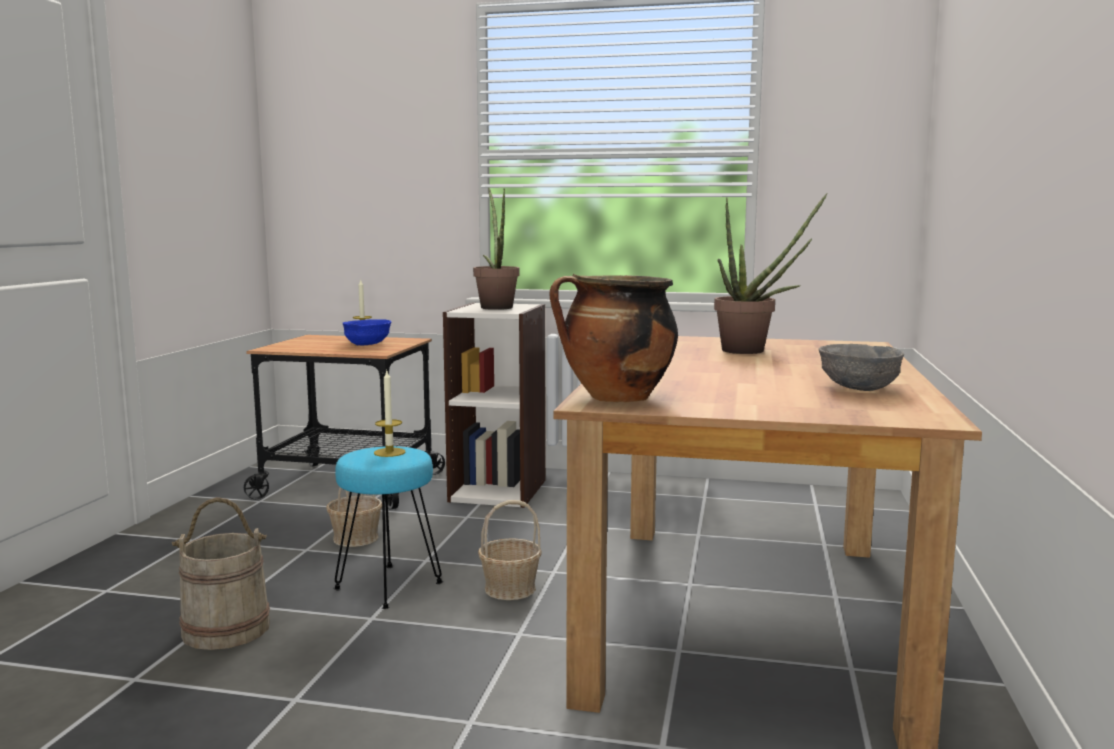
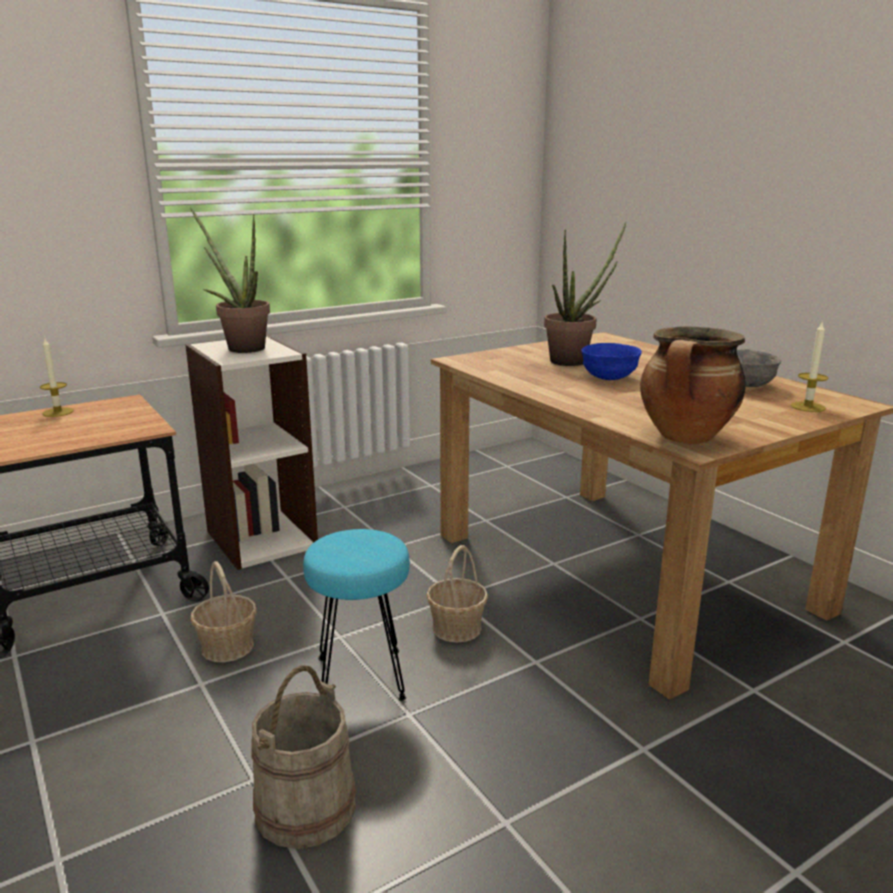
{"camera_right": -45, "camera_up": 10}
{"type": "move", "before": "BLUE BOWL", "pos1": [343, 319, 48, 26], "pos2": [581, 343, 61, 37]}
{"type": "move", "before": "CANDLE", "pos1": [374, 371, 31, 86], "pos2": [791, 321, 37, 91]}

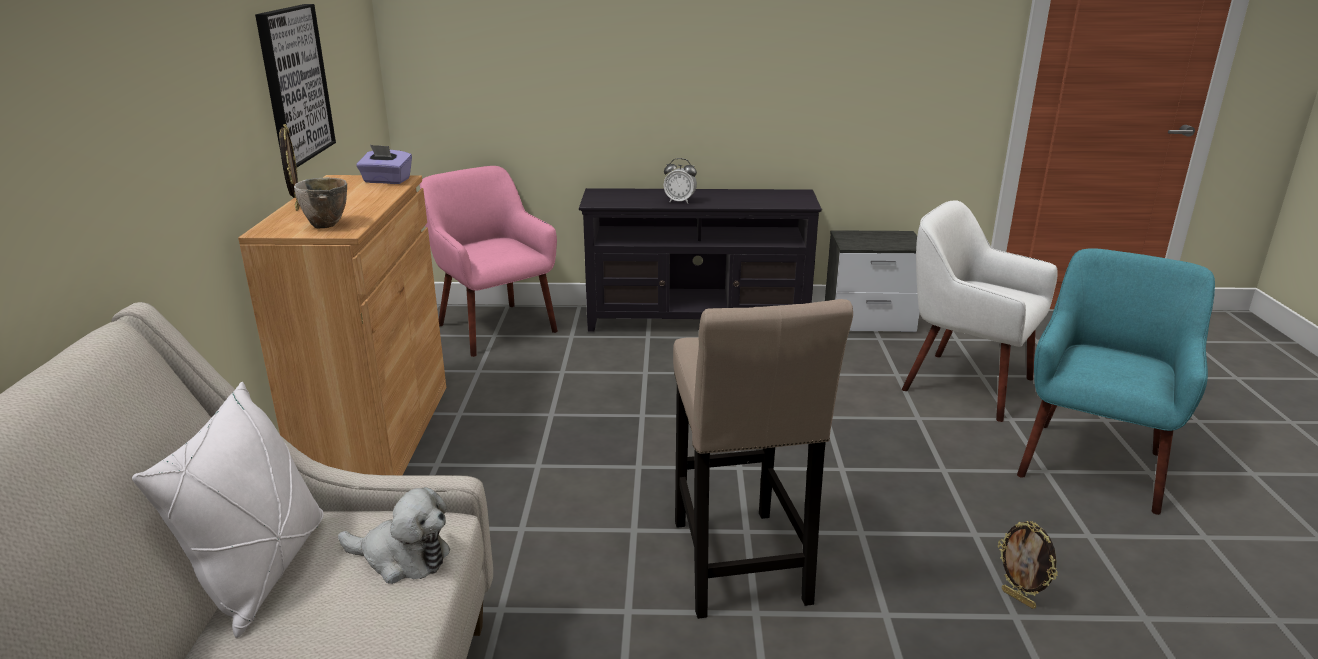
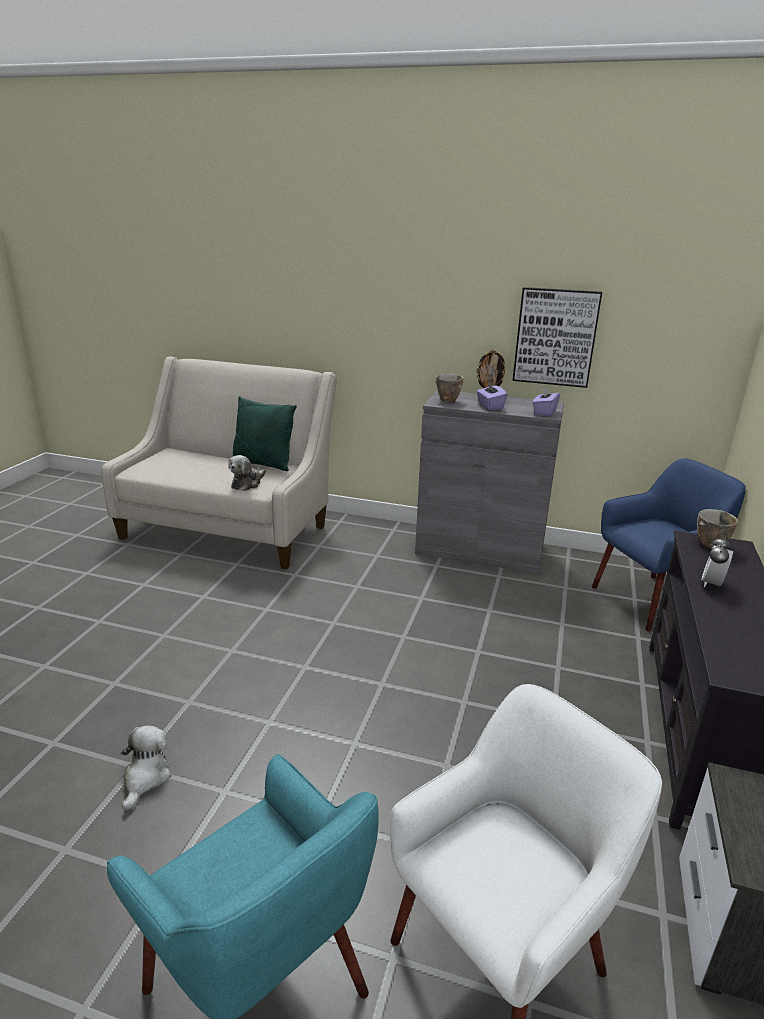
{"camera_right": 105, "camera_up": 0}
{"type": "replace", "before": "PICTURE FRAME", "after": "PLUSH TOY", "pos1": [998, 521, 60, 88], "pos2": [121, 725, 50, 86]}
{"type": "recolor", "before": "WHITE PILLOW", "after": "GREEN PILLOW", "pos1": [132, 382, 191, 256], "pos2": [232, 396, 65, 75]}
{"type": "recolor", "before": "BROWN CABINET", "after": "GREY CABINET", "pos1": [238, 175, 208, 300], "pos2": [415, 390, 149, 184]}
{"type": "insert", "after": "PURPLE TISSUE BOX", "pos2": [476, 381, 31, 29]}
{"type": "recolor", "before": "PINK ARMCHAIR", "after": "BLUE ARMCHAIR", "pos1": [420, 166, 138, 191], "pos2": [592, 458, 154, 174]}
{"type": "insert", "after": "BOWL", "pos2": [697, 509, 41, 39]}
{"type": "delete", "before": "BEIGE STOOL", "pos1": [673, 299, 180, 320]}

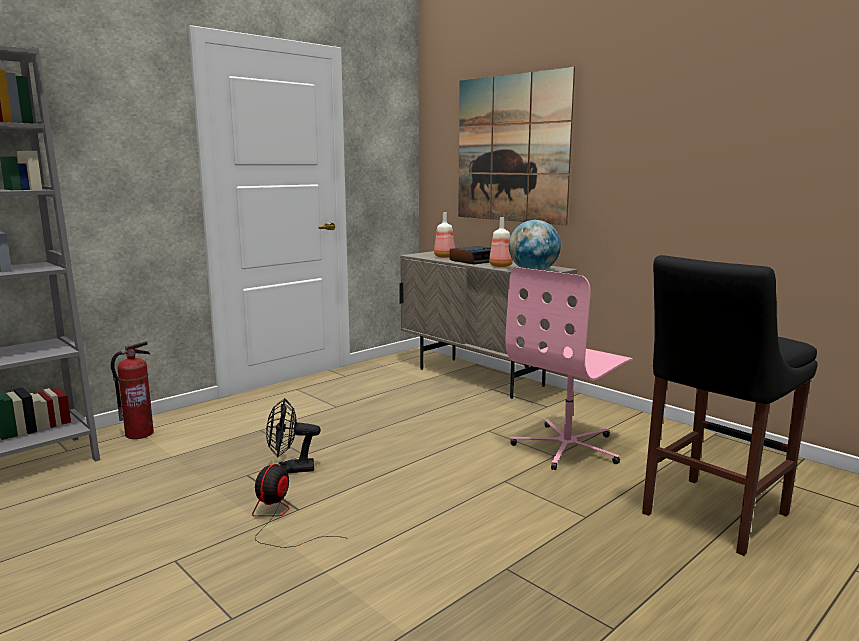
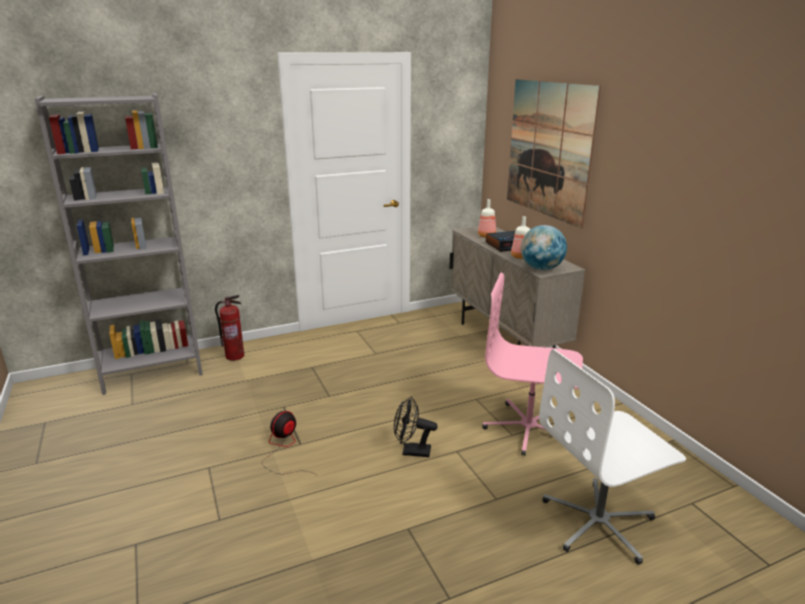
{"camera_right": 20, "camera_up": 10}
{"type": "move", "before": "BLACK FAN", "pos1": [266, 398, 55, 75], "pos2": [394, 397, 44, 60]}
{"type": "rotate", "before": "PINK OFFICE CHAIR", "pos1": [505, 267, 128, 203], "pos2": [482, 273, 101, 183], "turn": 45}
{"type": "replace", "before": "BLACK STOOL", "after": "WHITE OFFICE CHAIR", "pos1": [642, 255, 176, 301], "pos2": [539, 349, 147, 216]}

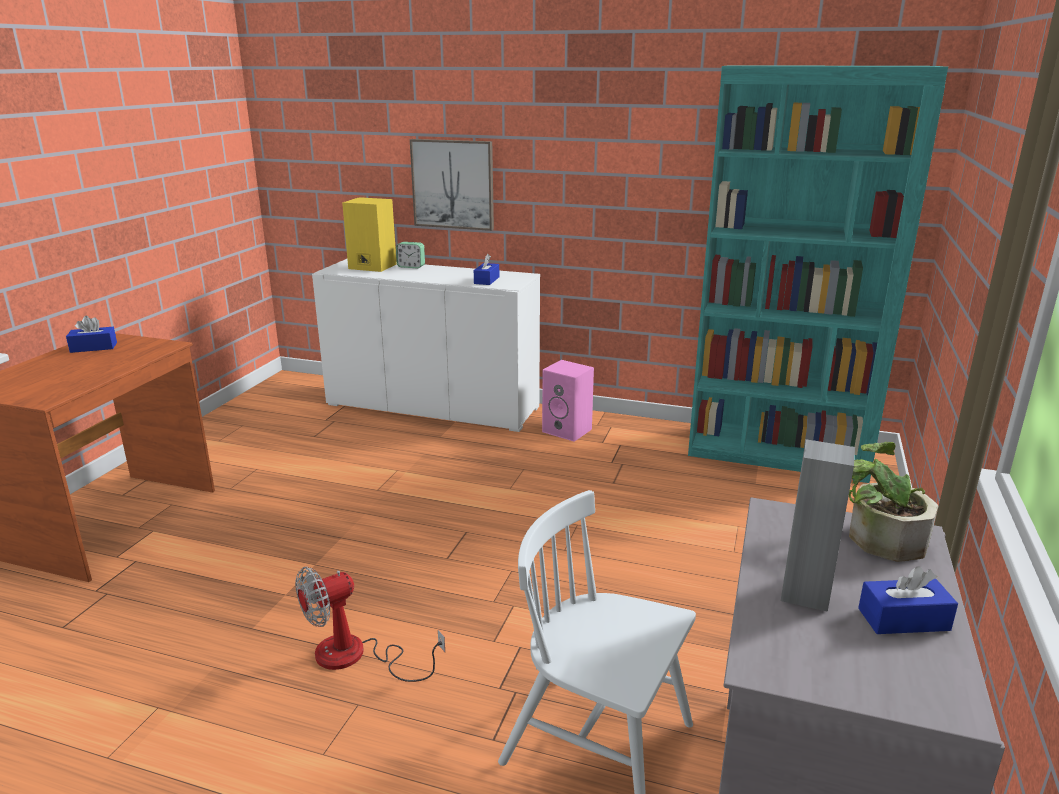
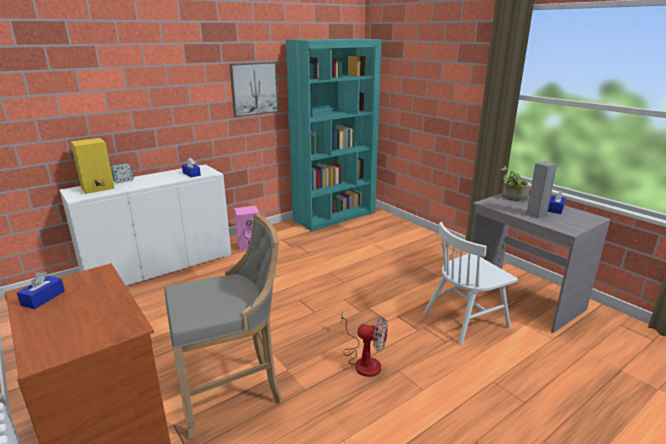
{"camera_right": -55, "camera_up": 0}
{"type": "insert", "after": "GREY STOOL", "pos2": [164, 214, 118, 226]}
{"type": "move", "before": "PICTURE", "pos1": [410, 139, 84, 92], "pos2": [229, 62, 50, 55]}
{"type": "rotate", "before": "FAN", "pos1": [295, 567, 150, 115], "pos2": [341, 311, 47, 66], "turn": -75}

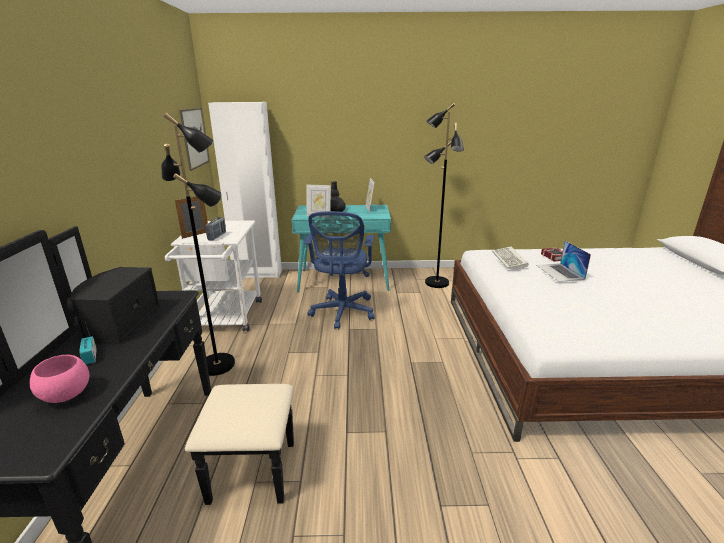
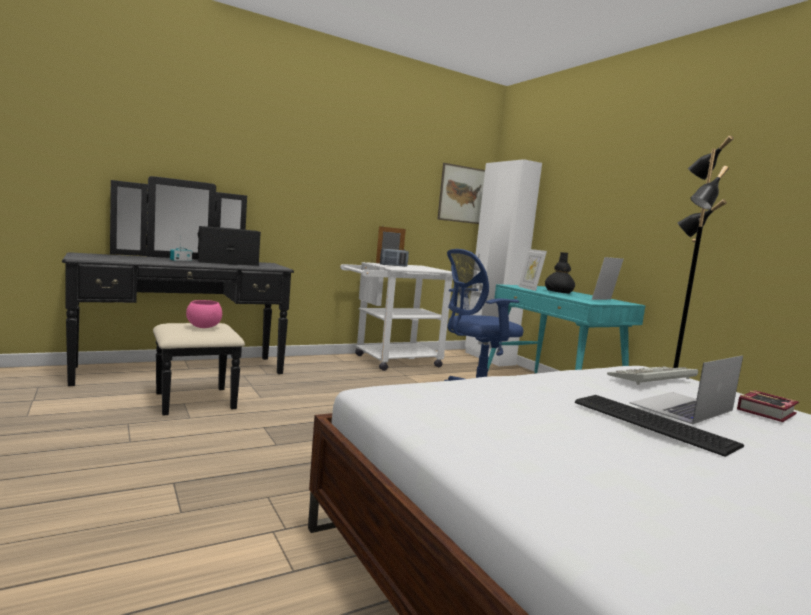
{"camera_right": 60, "camera_up": -15}
{"type": "move", "before": "PINK BOWL", "pos1": [30, 355, 59, 48], "pos2": [186, 300, 36, 28]}
{"type": "insert", "after": "KEYBOARD", "pos2": [575, 395, 169, 62]}
{"type": "delete", "before": "BLACK FLOOR LAMP", "pos1": [161, 113, 74, 263]}

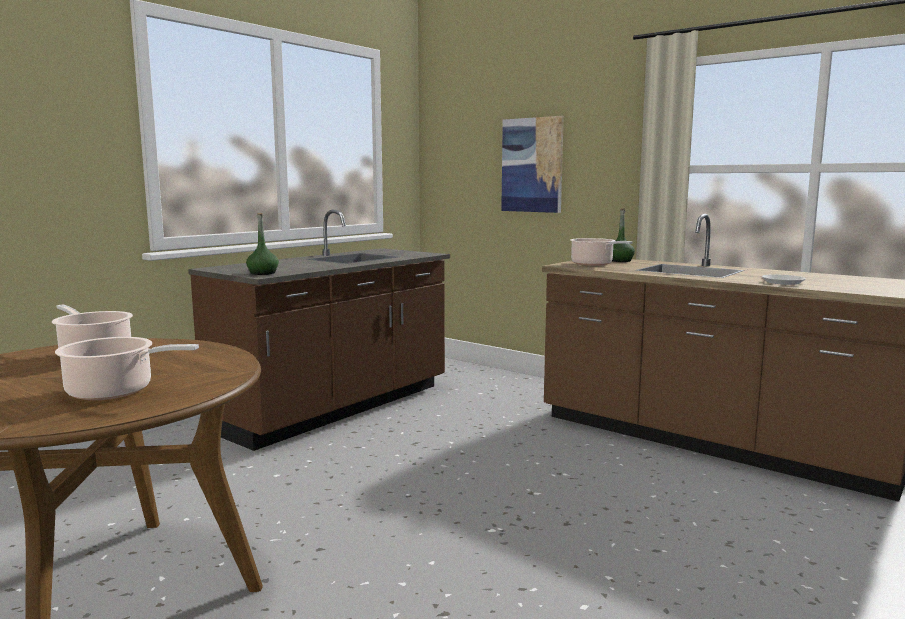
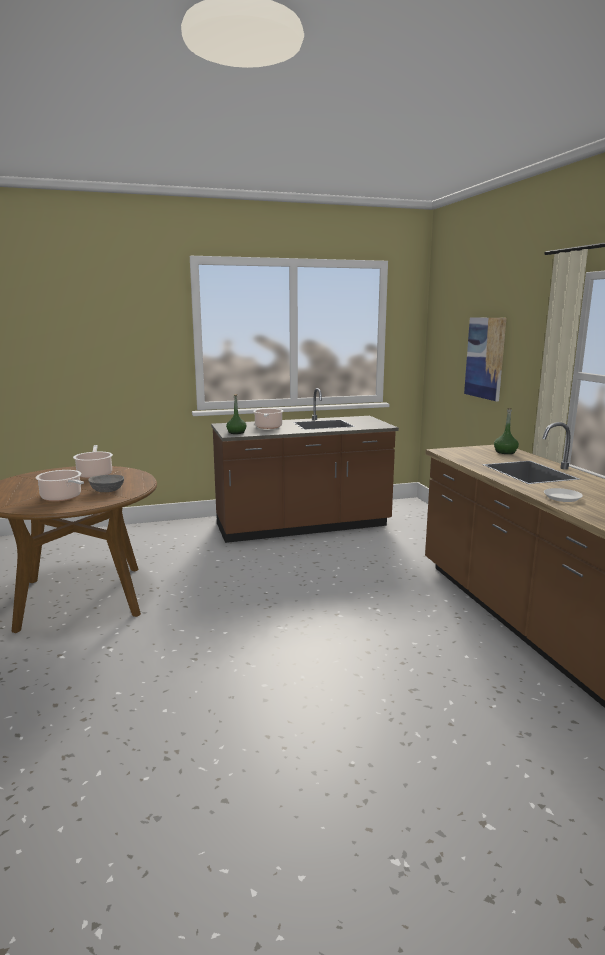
{"camera_right": 35, "camera_up": 5}
{"type": "insert", "after": "GREY BOWL", "pos2": [88, 475, 36, 17]}
{"type": "move", "before": "COOKING POT", "pos1": [570, 238, 63, 28], "pos2": [253, 409, 30, 20]}

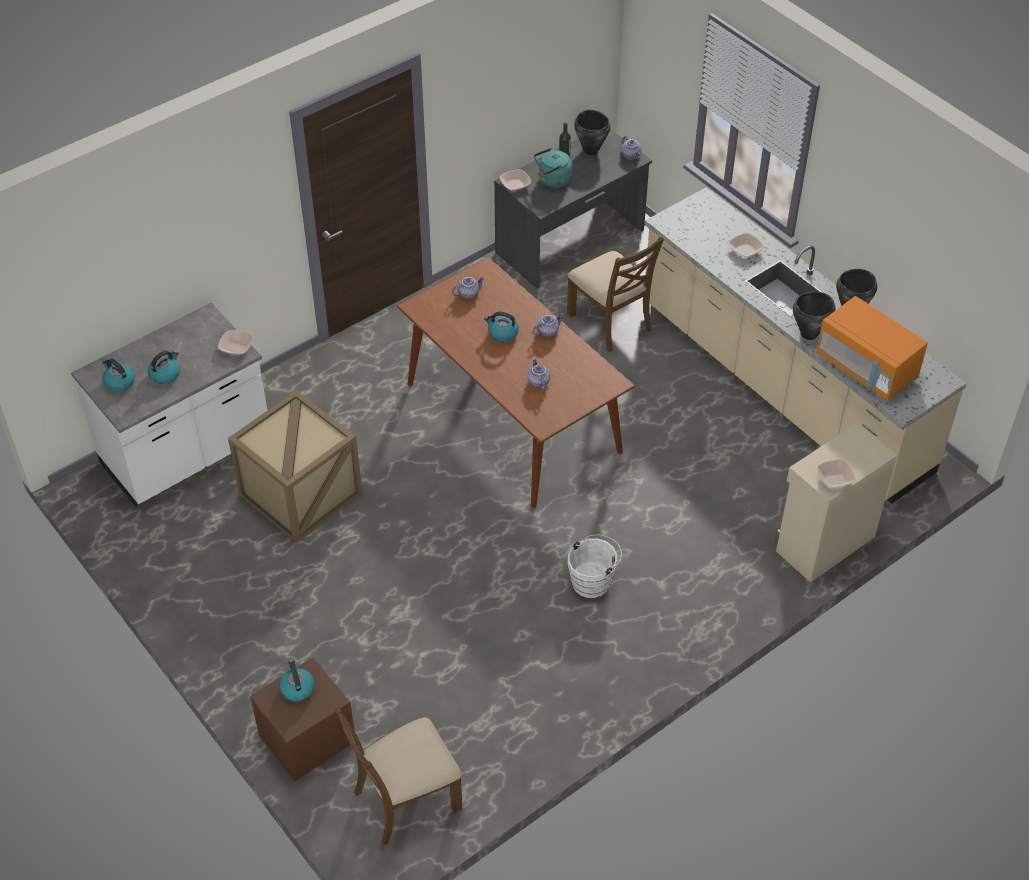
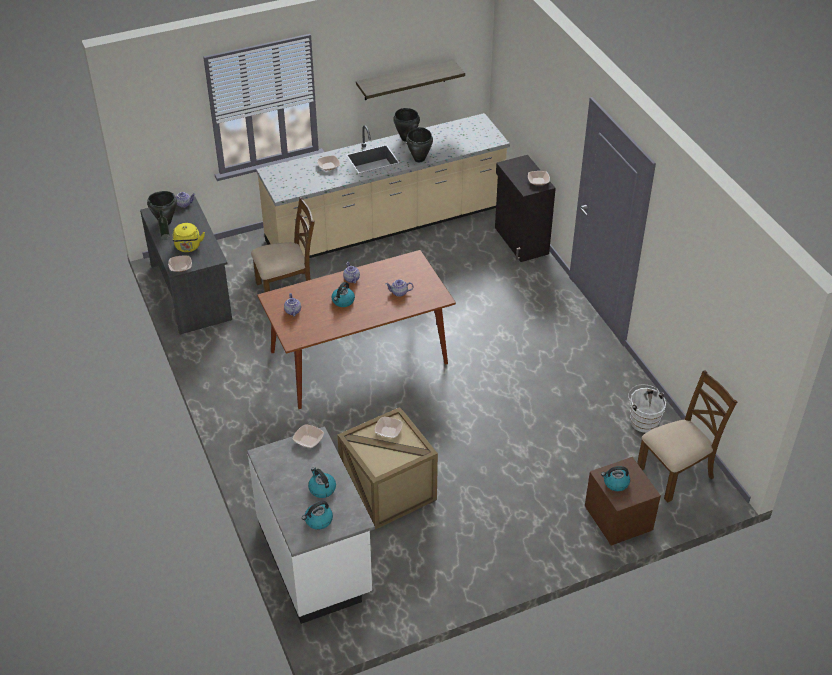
{"camera_right": -75, "camera_up": -5}
{"type": "recolor", "before": "TURQUOISE KETTLE", "after": "YELLOW KETTLE", "pos1": [534, 148, 38, 40], "pos2": [172, 223, 33, 29]}
{"type": "insert", "after": "SHELF", "pos2": [356, 59, 109, 41]}
{"type": "insert", "after": "BOWL", "pos2": [375, 417, 28, 21]}
{"type": "recolor", "before": "BEIGE CABINET", "after": "BLACK CABINET", "pos1": [775, 423, 122, 159], "pos2": [495, 155, 61, 107]}
{"type": "move", "before": "WHITE BUCKET", "pos1": [568, 534, 54, 64], "pos2": [628, 384, 38, 49]}
{"type": "rotate", "before": "BROWN CHAIR", "pos1": [335, 708, 127, 138], "pos2": [637, 370, 100, 132], "turn": -105}
{"type": "delete", "before": "ORANGE MICROWAVE", "pos1": [816, 296, 112, 105]}

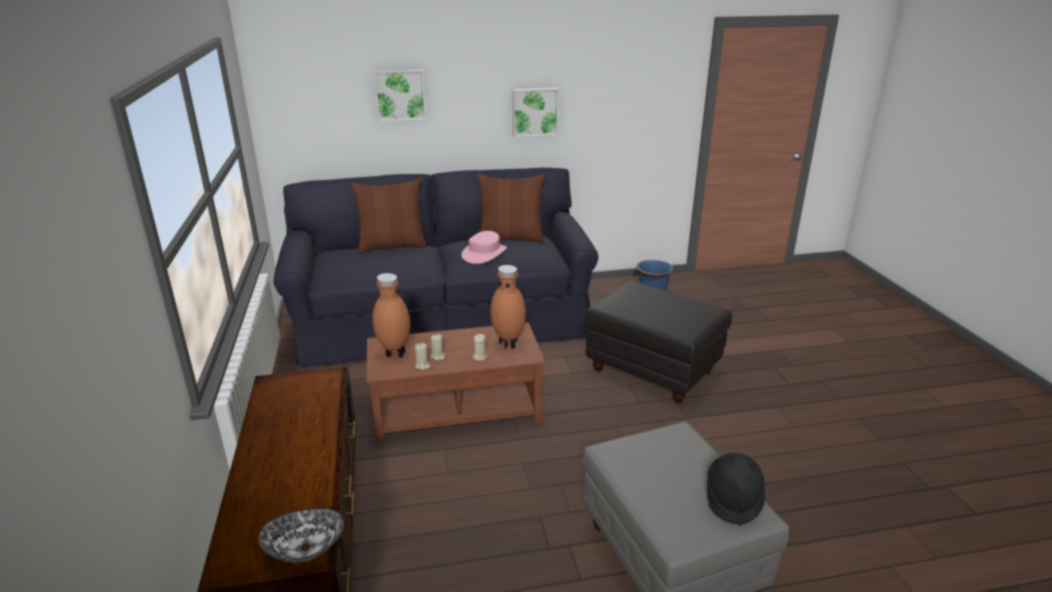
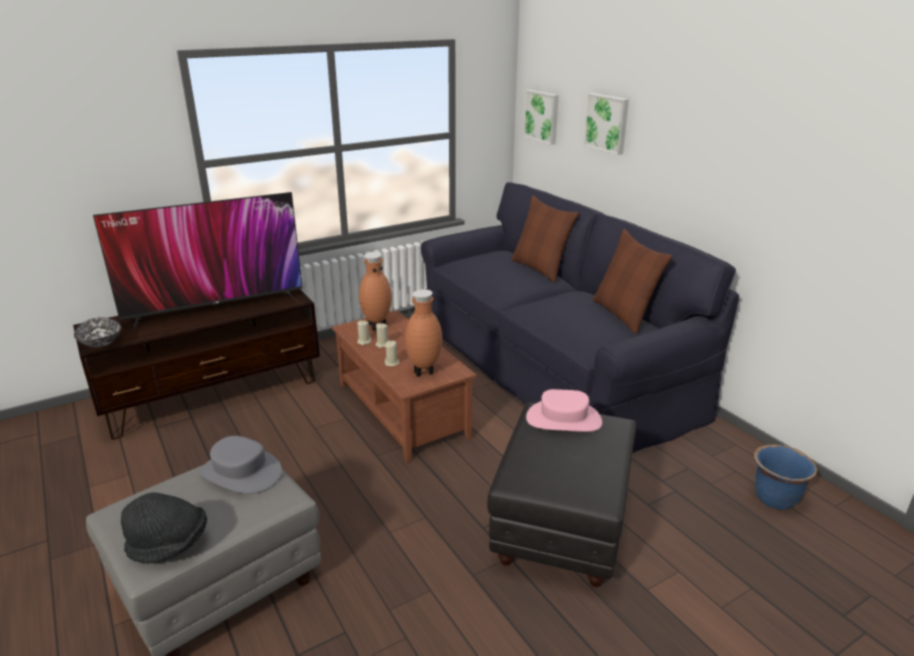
{"camera_right": 70, "camera_up": 0}
{"type": "insert", "after": "TELEVISION", "pos2": [93, 192, 210, 141]}
{"type": "insert", "after": "GREY HAT", "pos2": [201, 436, 81, 58]}
{"type": "move", "before": "PICTURE", "pos1": [512, 88, 47, 49], "pos2": [523, 90, 36, 55]}
{"type": "move", "before": "PINK HAT", "pos1": [461, 231, 46, 33], "pos2": [526, 389, 76, 43]}

